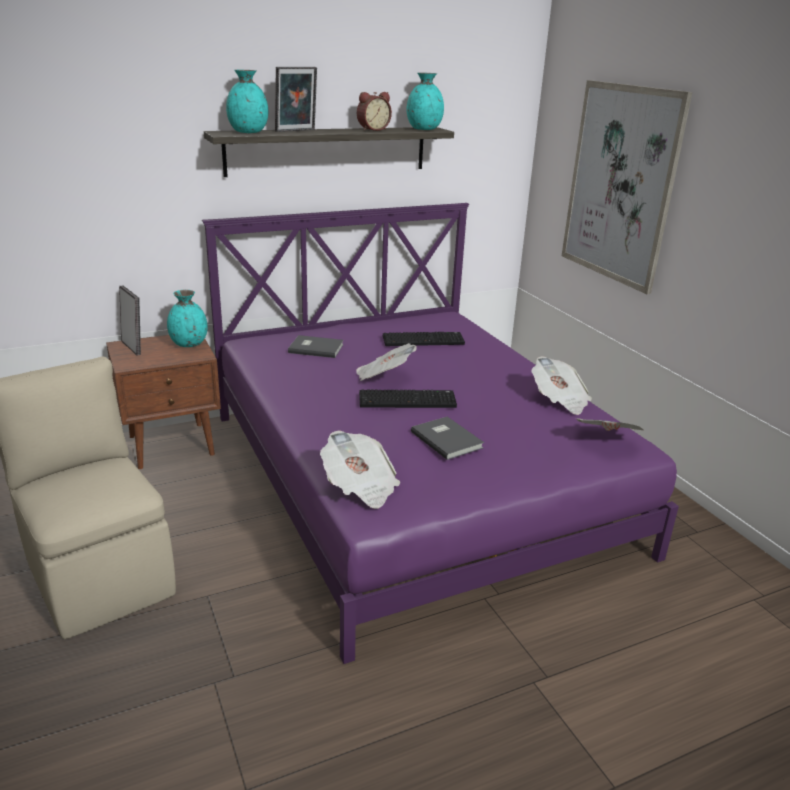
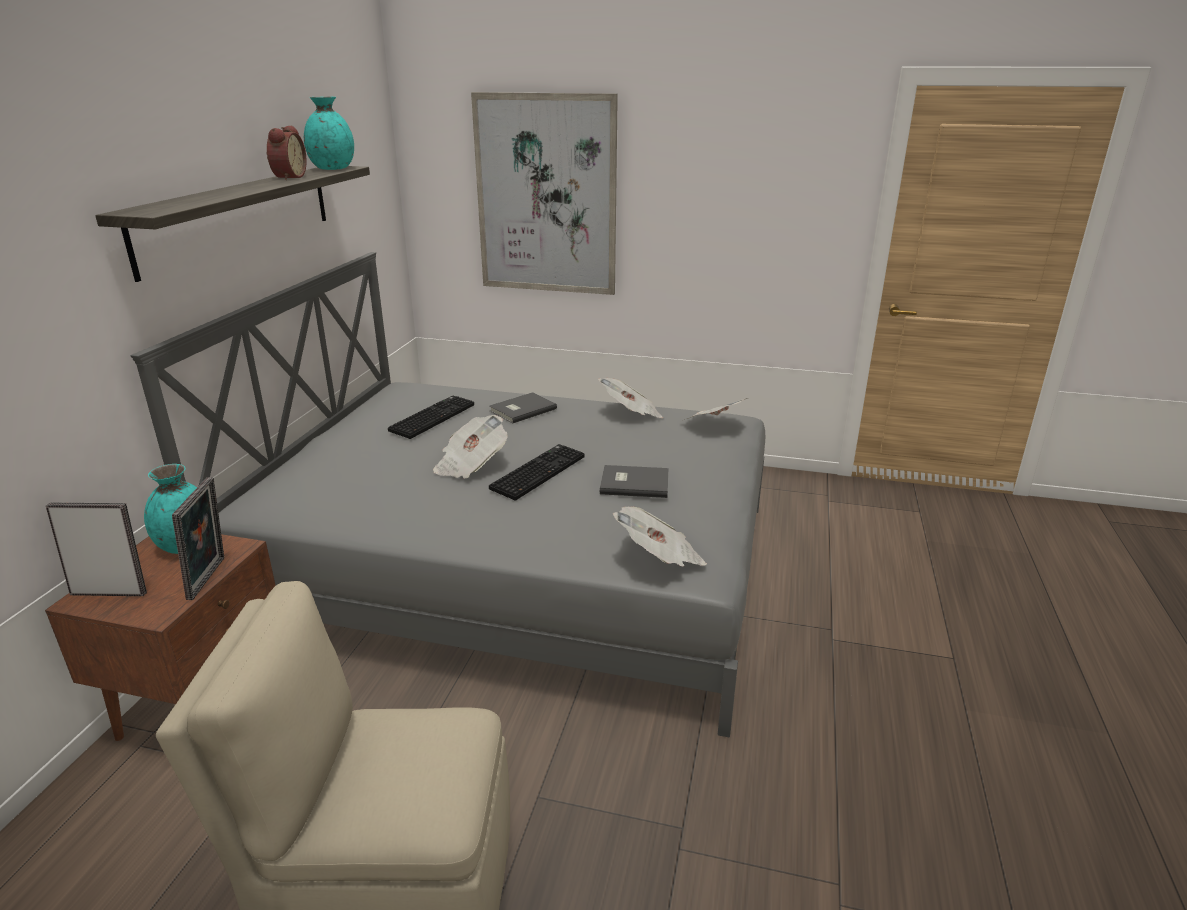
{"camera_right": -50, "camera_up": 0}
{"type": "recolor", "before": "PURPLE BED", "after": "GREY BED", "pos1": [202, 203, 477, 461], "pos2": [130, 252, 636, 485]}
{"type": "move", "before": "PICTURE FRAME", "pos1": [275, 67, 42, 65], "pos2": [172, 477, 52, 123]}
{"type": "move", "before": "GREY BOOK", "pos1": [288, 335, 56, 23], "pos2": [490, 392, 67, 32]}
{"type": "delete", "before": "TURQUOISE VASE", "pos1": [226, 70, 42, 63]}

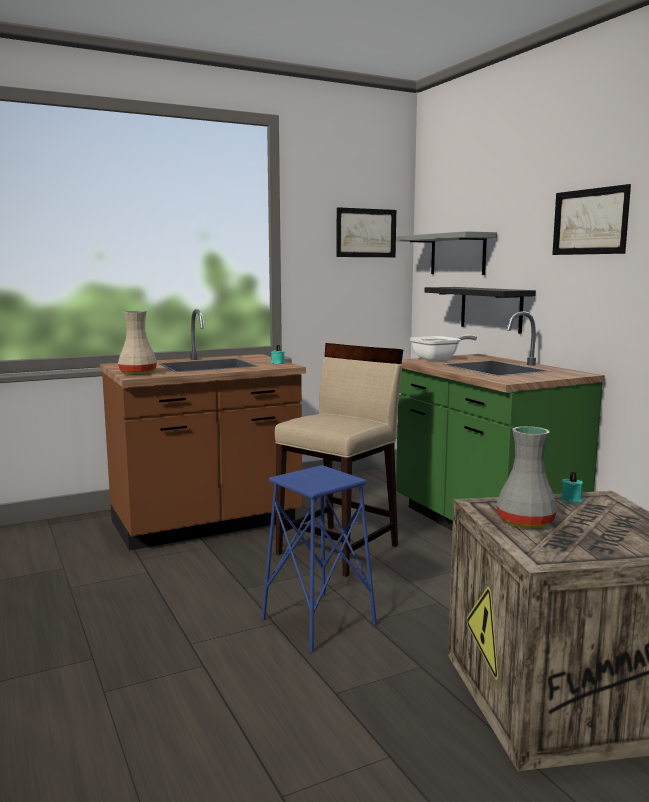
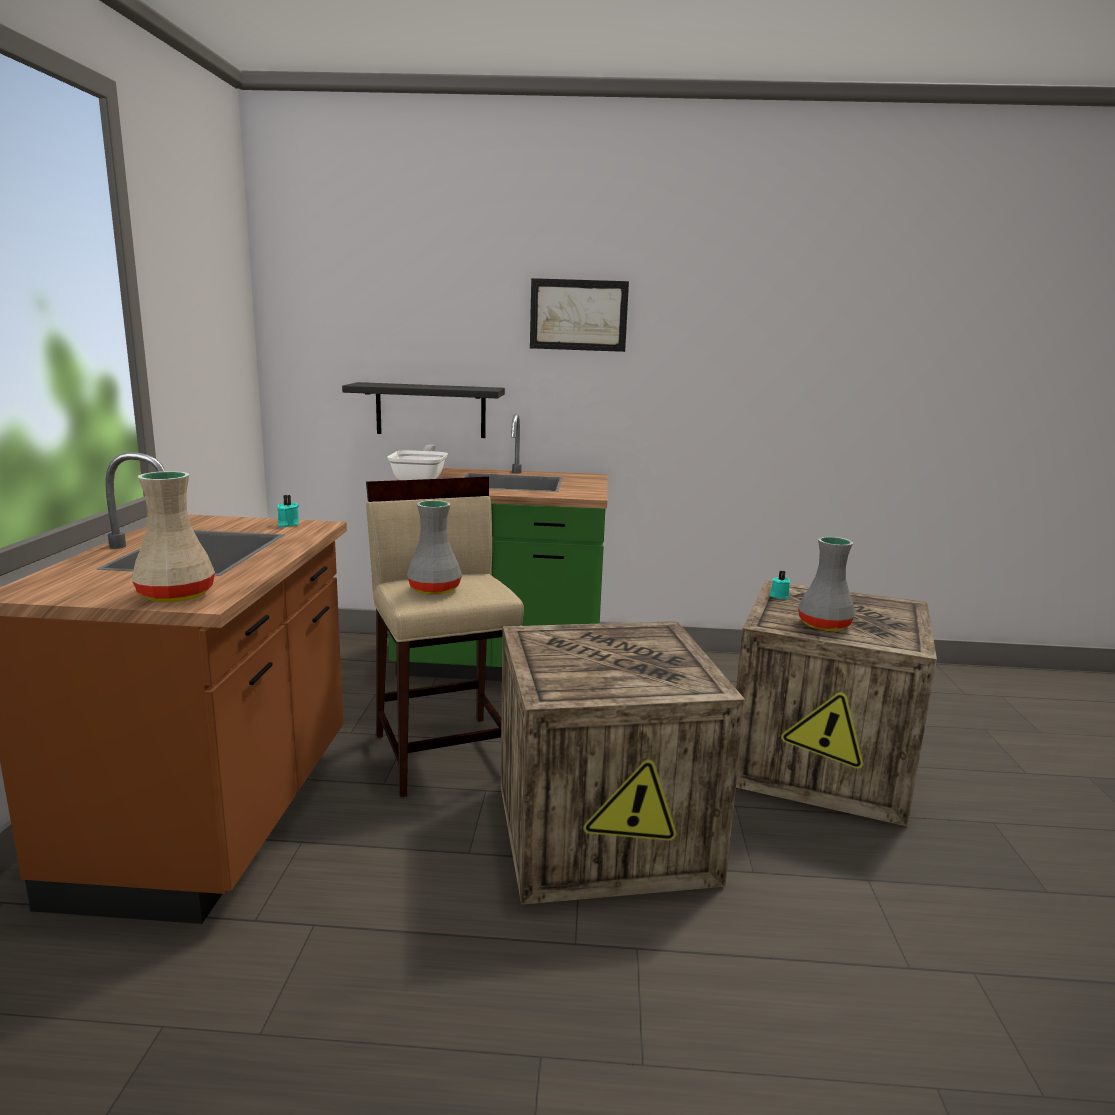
{"camera_right": -60, "camera_up": 5}
{"type": "insert", "after": "GREY VASE", "pos2": [407, 500, 55, 95]}
{"type": "replace", "before": "BLUE STOOL", "after": "CRATE", "pos1": [261, 465, 116, 188], "pos2": [500, 621, 245, 284]}
{"type": "delete", "before": "PICTURE", "pos1": [337, 207, 59, 50]}
{"type": "delete", "before": "GREY SHELF", "pos1": [396, 231, 101, 44]}

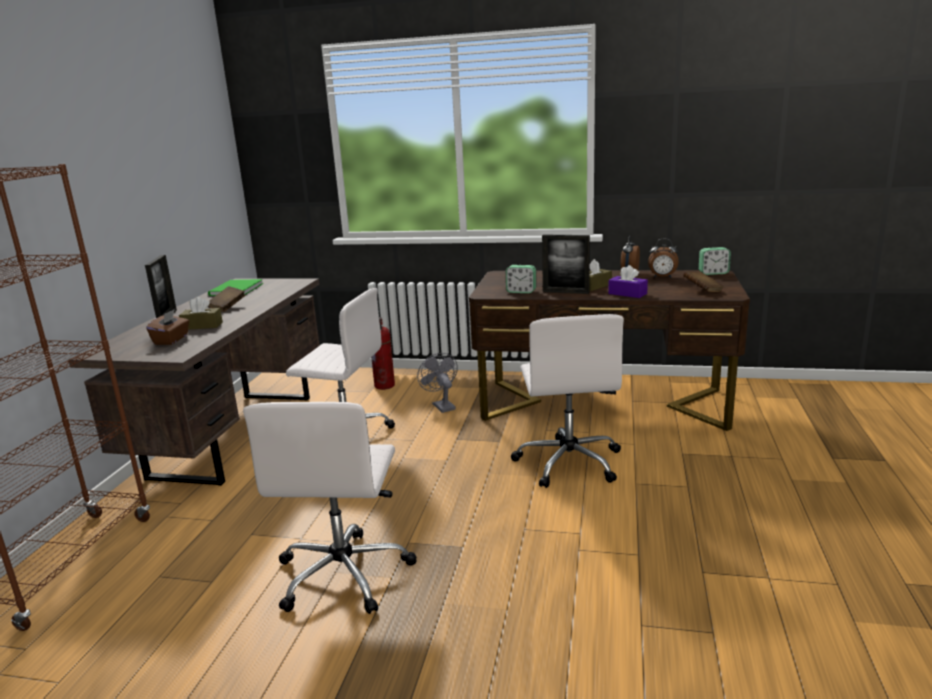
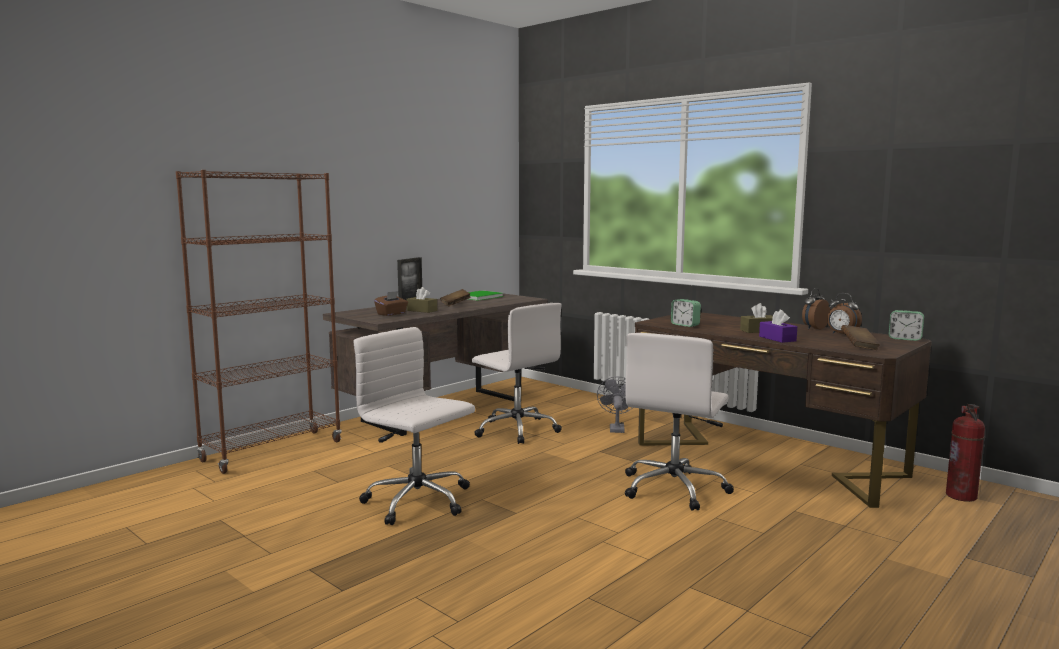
{"camera_right": 30, "camera_up": -10}
{"type": "rotate", "before": "WHITE OFFICE CHAIR", "pos1": [243, 402, 174, 212], "pos2": [353, 327, 122, 198], "turn": 90}
{"type": "move", "before": "FIRE EXTINGUISHER", "pos1": [371, 317, 24, 73], "pos2": [946, 404, 39, 98]}
{"type": "delete", "before": "PICTURE FRAME", "pos1": [542, 235, 48, 59]}

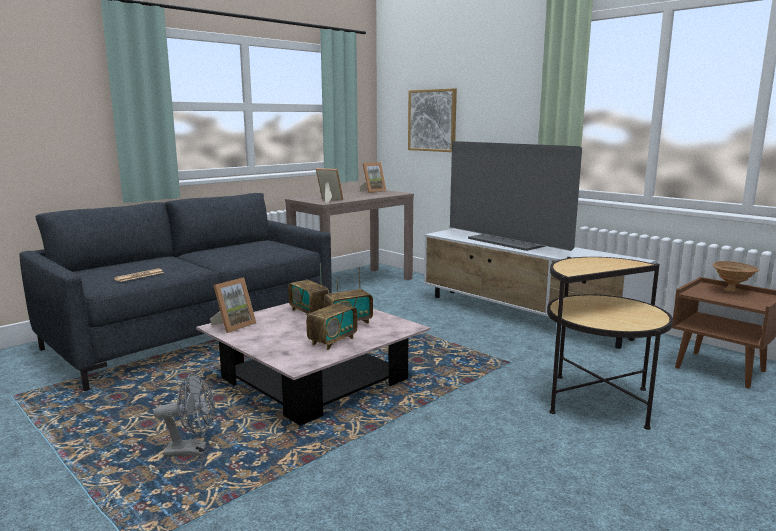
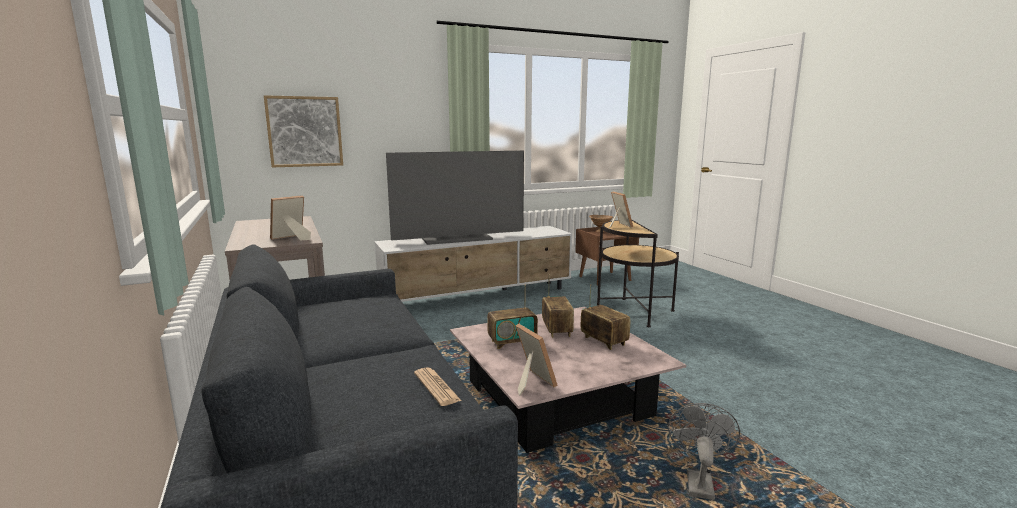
{"camera_right": -70, "camera_up": 0}
{"type": "move", "before": "PICTURE FRAME", "pos1": [360, 162, 27, 31], "pos2": [609, 191, 24, 37]}

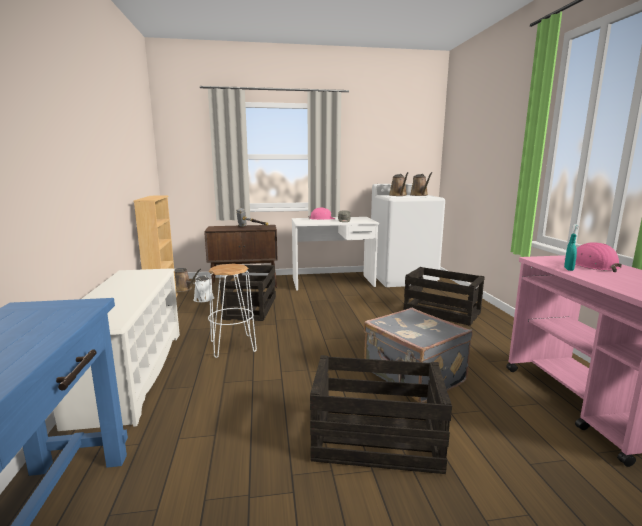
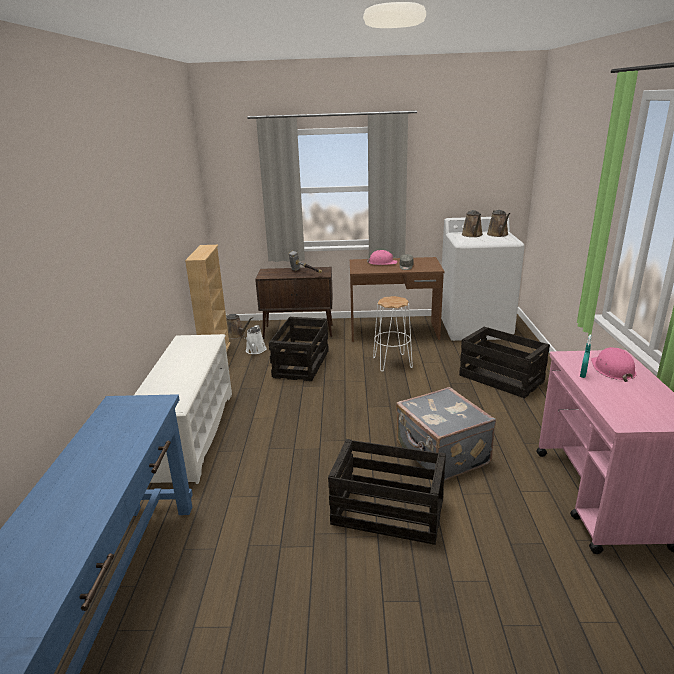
{"camera_right": 10, "camera_up": 10}
{"type": "recolor", "before": "WHITE DESK", "after": "BROWN DESK", "pos1": [292, 217, 87, 74], "pos2": [350, 257, 95, 85]}
{"type": "move", "before": "WHITE STOOL", "pos1": [208, 264, 49, 94], "pos2": [373, 296, 40, 76]}

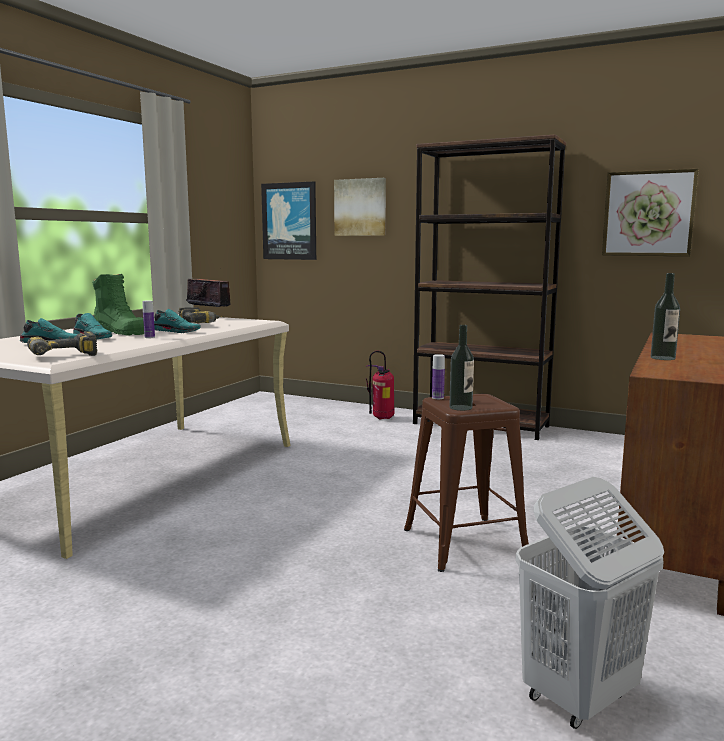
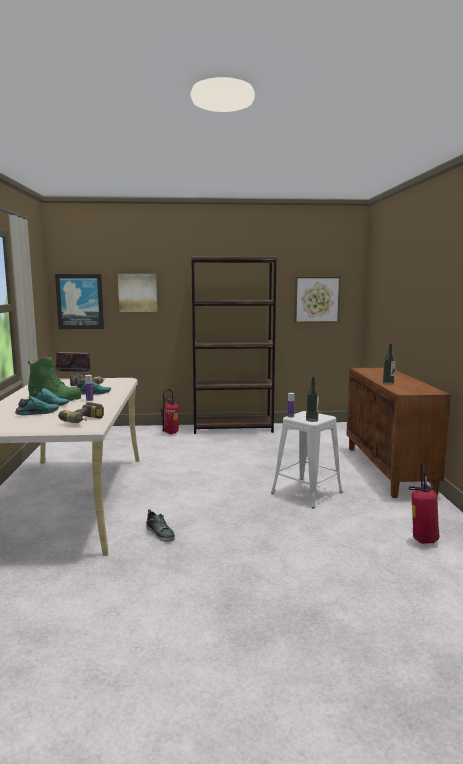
{"camera_right": -30, "camera_up": 0}
{"type": "insert", "after": "SHOE", "pos2": [146, 509, 29, 33]}
{"type": "recolor", "before": "BROWN STOOL", "after": "WHITE STOOL", "pos1": [404, 394, 125, 178], "pos2": [271, 411, 72, 97]}
{"type": "replace", "before": "WHITE LAUNDRY BASKET", "after": "FIRE EXTINGUISHER", "pos1": [516, 477, 148, 252], "pos2": [409, 463, 30, 81]}

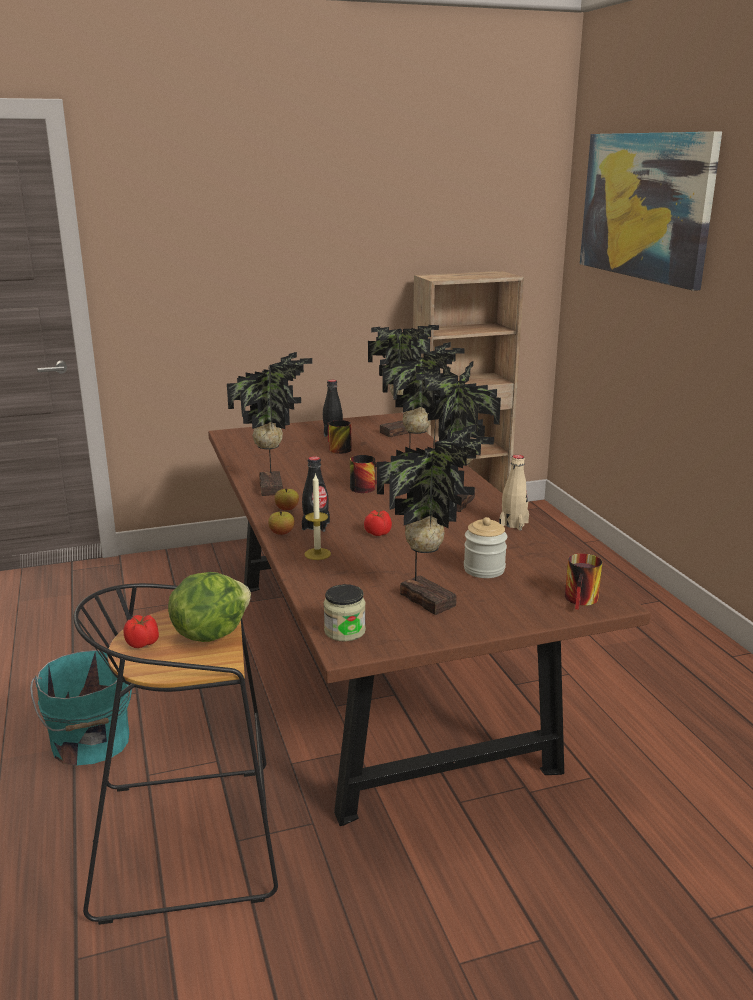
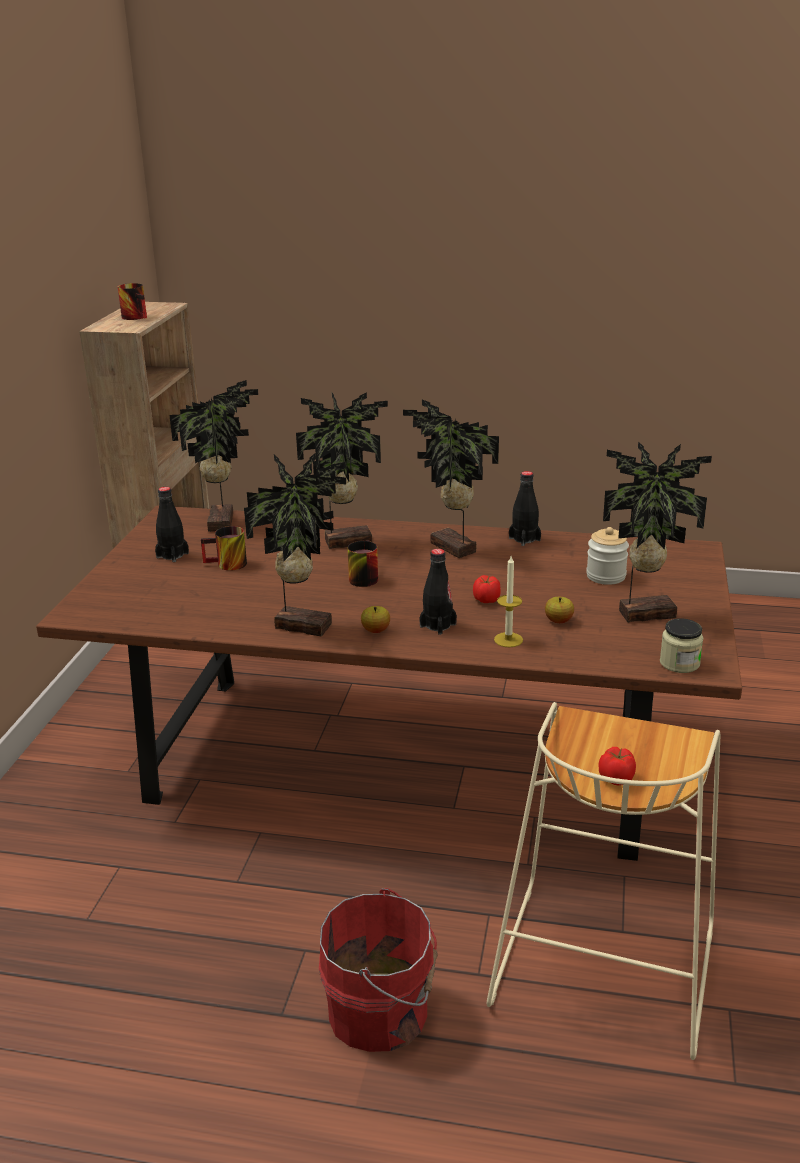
{"camera_right": -60, "camera_up": 5}
{"type": "move", "before": "MUG", "pos1": [565, 553, 37, 57], "pos2": [118, 283, 29, 37]}
{"type": "recolor", "before": "TURQUOISE BUCKET", "after": "RED BUCKET", "pos1": [30, 650, 102, 115], "pos2": [319, 888, 118, 164]}
{"type": "recolor", "before": "BLACK STOOL", "after": "BEIGE STOOL", "pos1": [74, 583, 204, 342], "pos2": [487, 702, 233, 358]}
{"type": "recolor", "before": "BEIGE BOTTLE", "after": "BLACK BOTTLE", "pos1": [499, 455, 30, 75], "pos2": [509, 471, 32, 75]}
{"type": "move", "before": "APPLE", "pos1": [268, 511, 26, 24], "pos2": [545, 597, 29, 26]}
{"type": "delete", "before": "LETTUCE", "pos1": [168, 572, 83, 70]}
{"type": "delete", "before": "PICTURE", "pos1": [580, 132, 142, 159]}

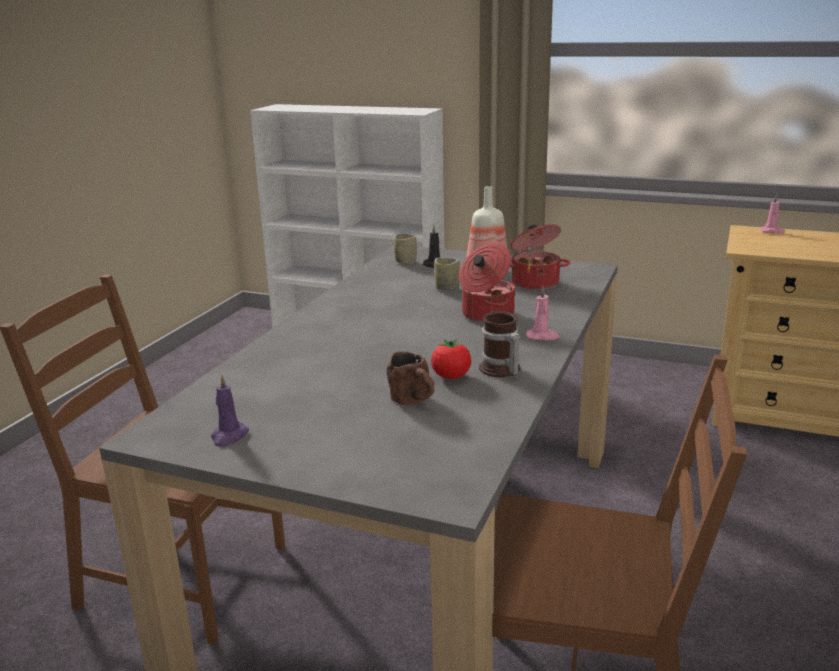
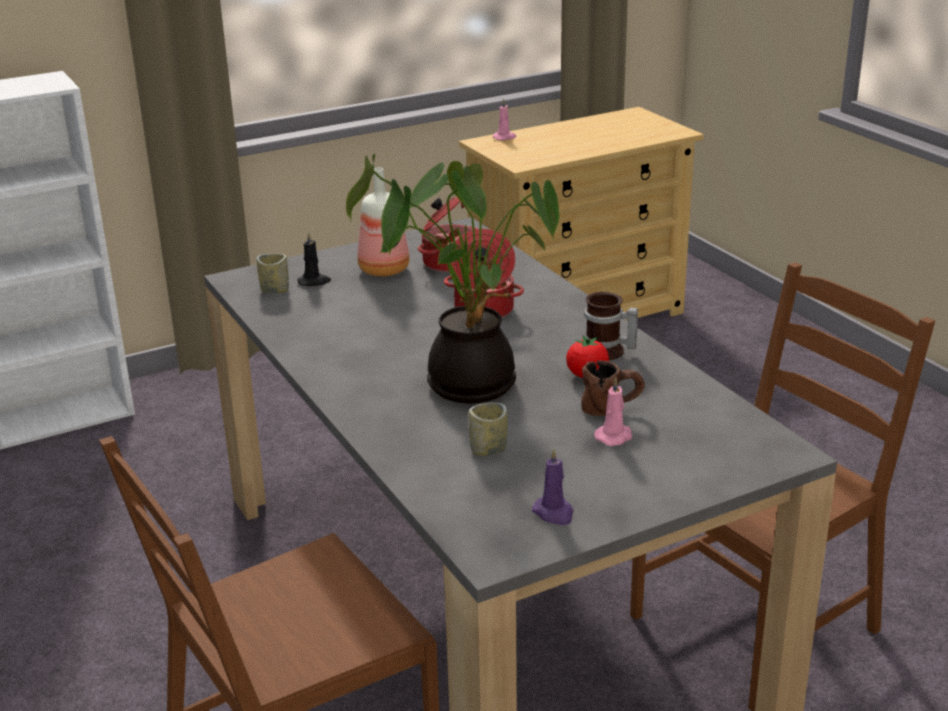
{"camera_right": -50, "camera_up": 5}
{"type": "insert", "after": "POTTED PLANT", "pos2": [346, 153, 213, 251]}
{"type": "move", "before": "CUP", "pos1": [434, 257, 26, 34], "pos2": [468, 402, 39, 54]}
{"type": "move", "before": "PINK CANDLE", "pos1": [526, 286, 34, 54], "pos2": [594, 377, 38, 69]}

